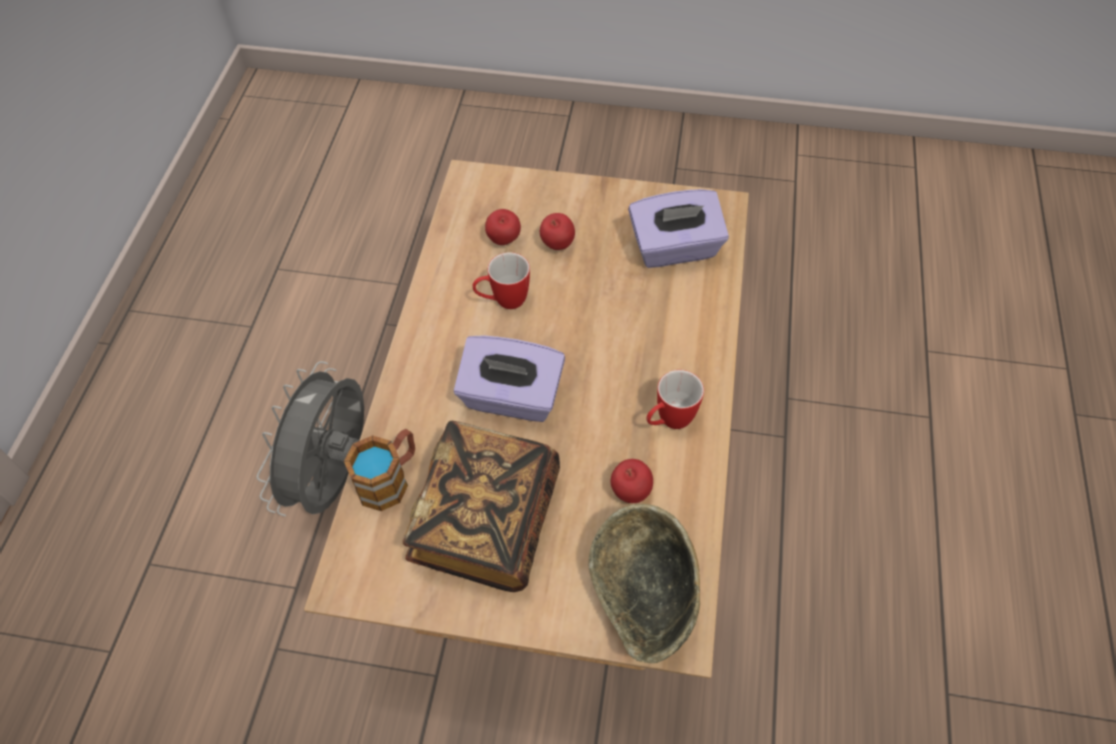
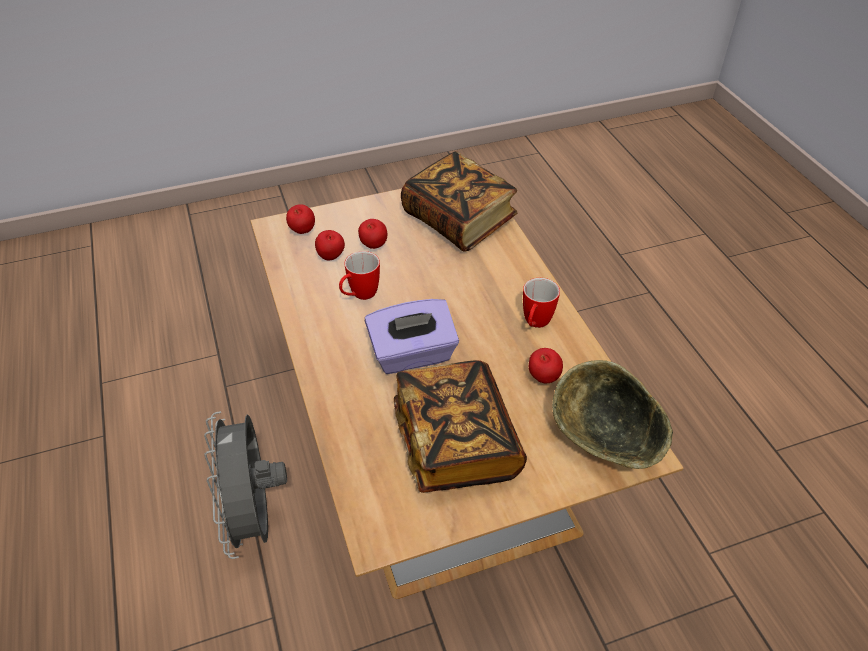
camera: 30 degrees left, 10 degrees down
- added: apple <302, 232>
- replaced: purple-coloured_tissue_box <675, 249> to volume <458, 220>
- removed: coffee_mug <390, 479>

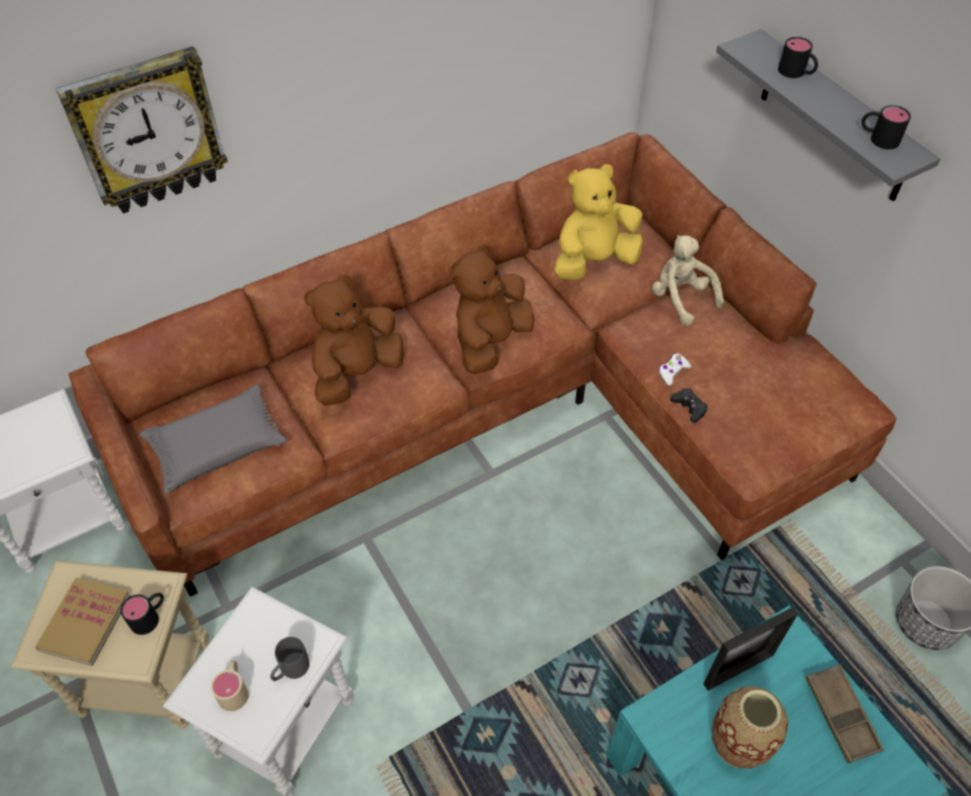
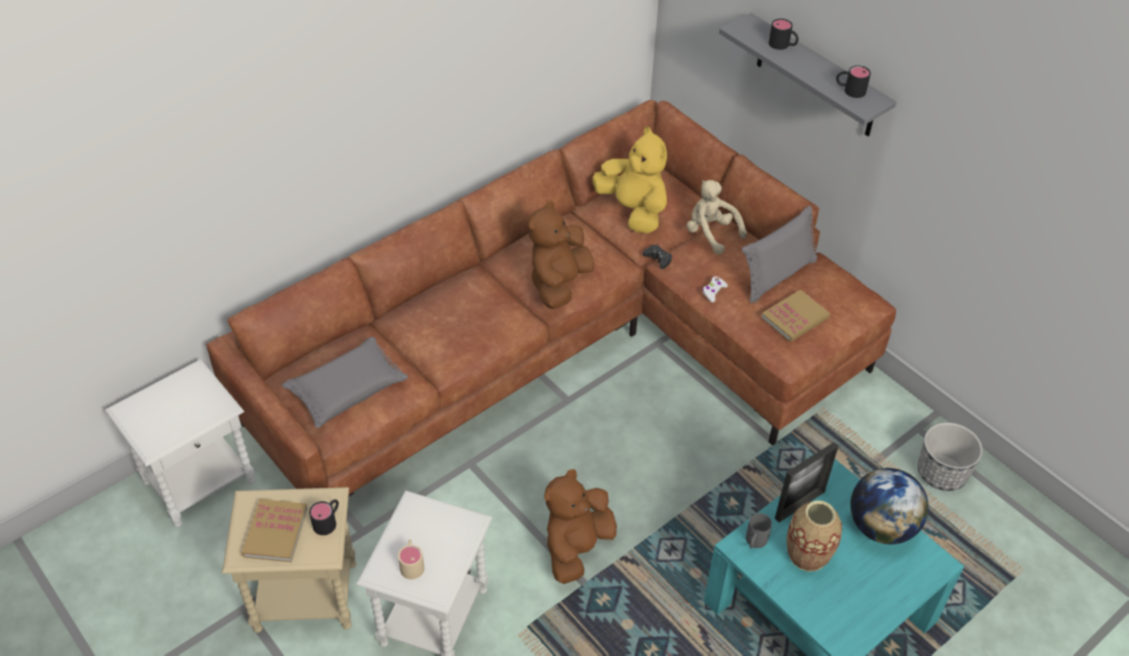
camera: 10 degrees left, 5 degrees down
- moved: brown-coloured_cuddly_toy <356, 373> to <576, 548>
- turned: yellow-coloured_cuddly_toy <593, 261> = <633, 211> 90 degrees clockwise
- moved: blackish_gamepad <689, 407> to <658, 259>
- added: greyish_throw_pillow <776, 275>
- moved: greyish_coffee_mug <290, 671> to <754, 543>
- added: volume <795, 318>
- replaced: brown-coloured_tray <841, 715> to globe <881, 526>
- removed: wall_clock <147, 132>

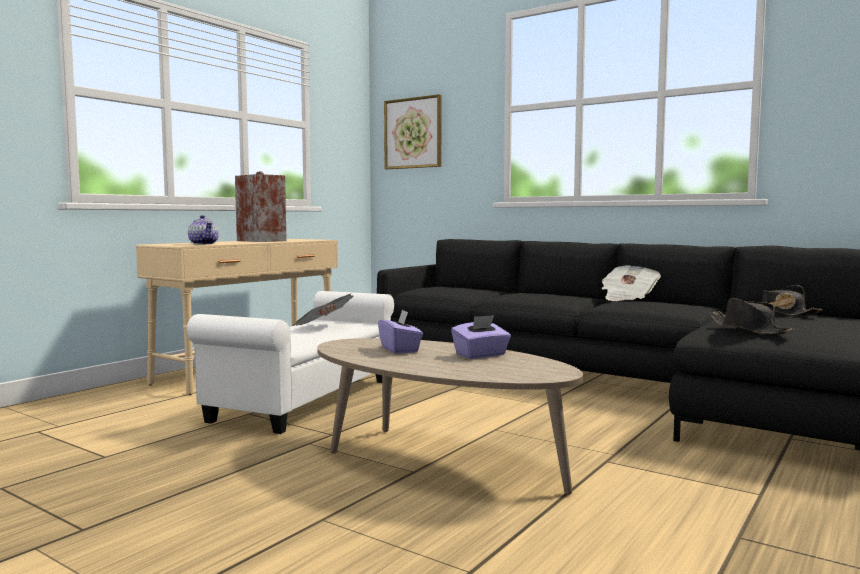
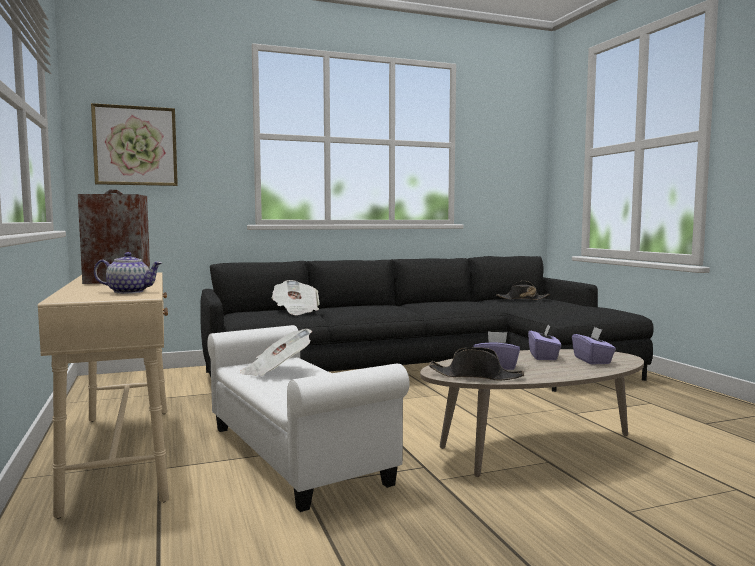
camera: 55 degrees left, 0 degrees up
- moved: daily_paper <627, 298> to <296, 311>
- moved: blackish_wearable_hat <749, 329> to <476, 376>
- added: purple-coloured_tissue_box <592, 360>

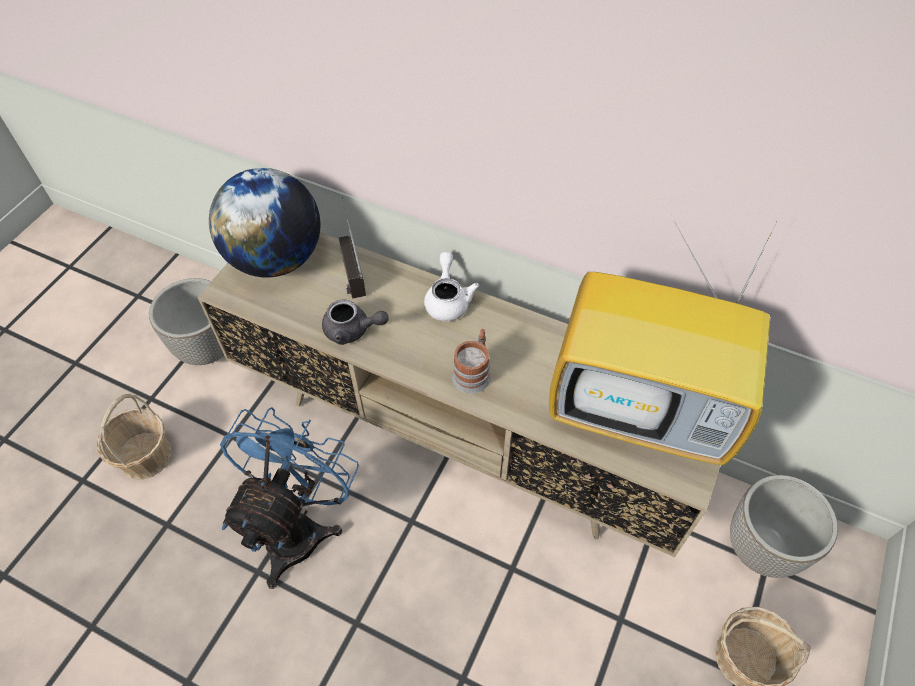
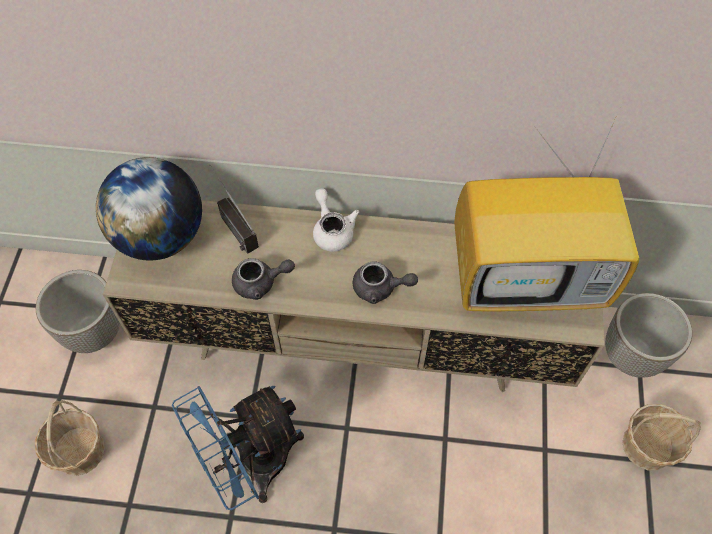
camera: 20 degrees left, 5 degrees up
- turned: bluish_electric_fan <299, 526> = <251, 465> 120 degrees counterclockwise
- replaced: coffee_mug <473, 372> to greyish_pot_for_tea <380, 288>

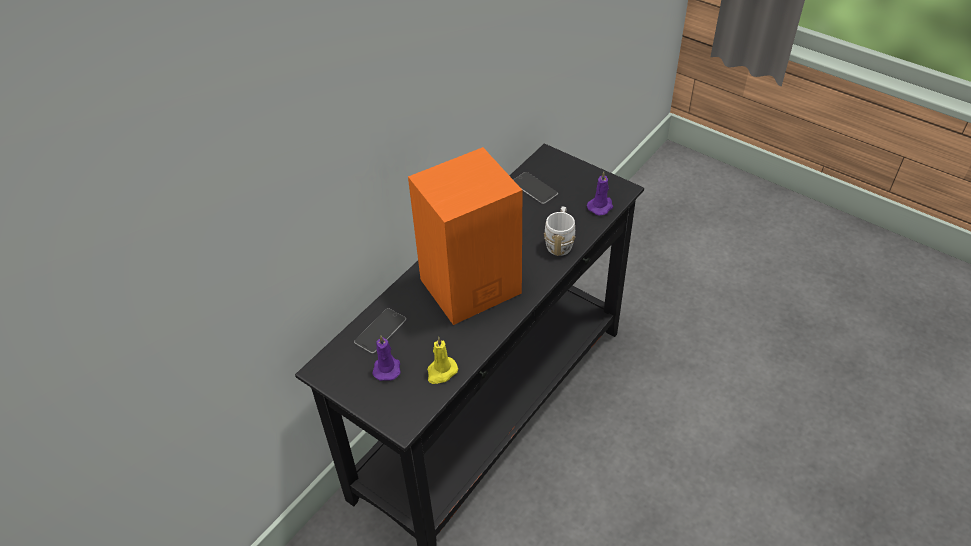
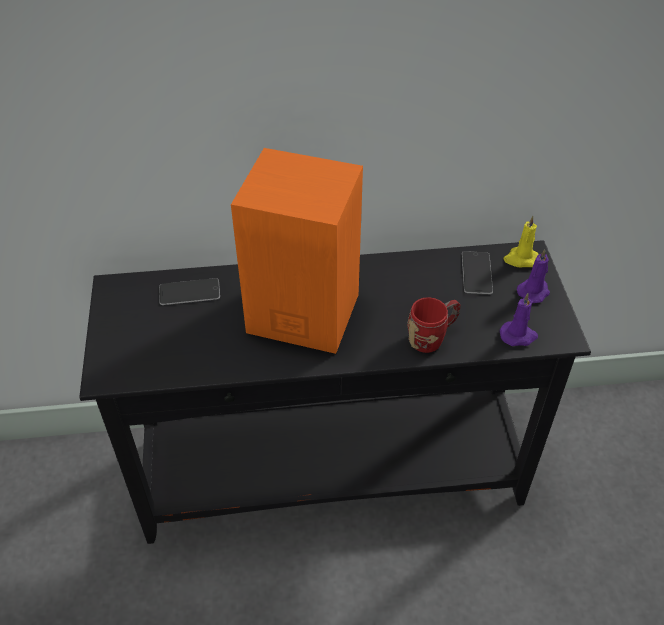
camera: 45 degrees right, 0 degrees up
- recoloured: white-coloured_coffee_mug <560, 242> to reddish_coffee_mug <432, 337>
- moved: yellow-coloured_wax_light <441, 372> to <520, 259>
- moved: purple-coloured_wax_light <387, 368> to <534, 291>

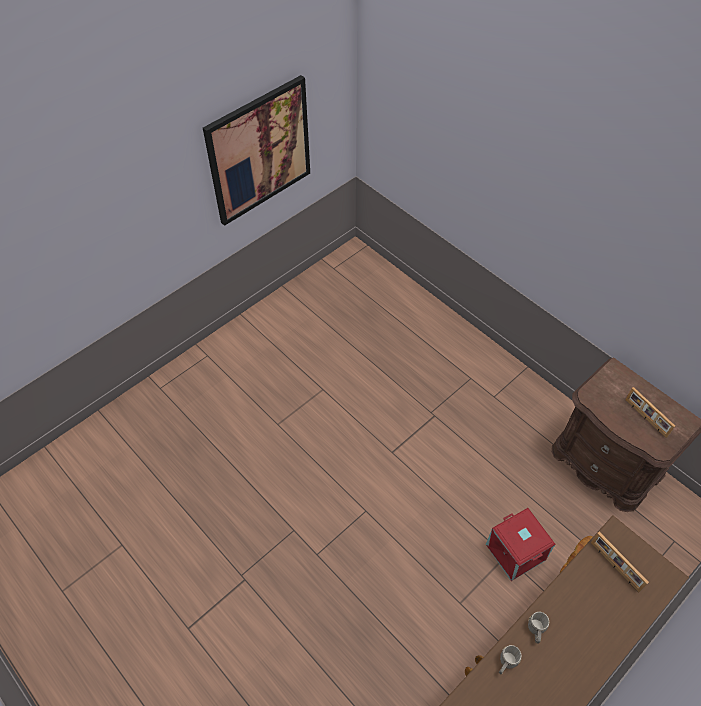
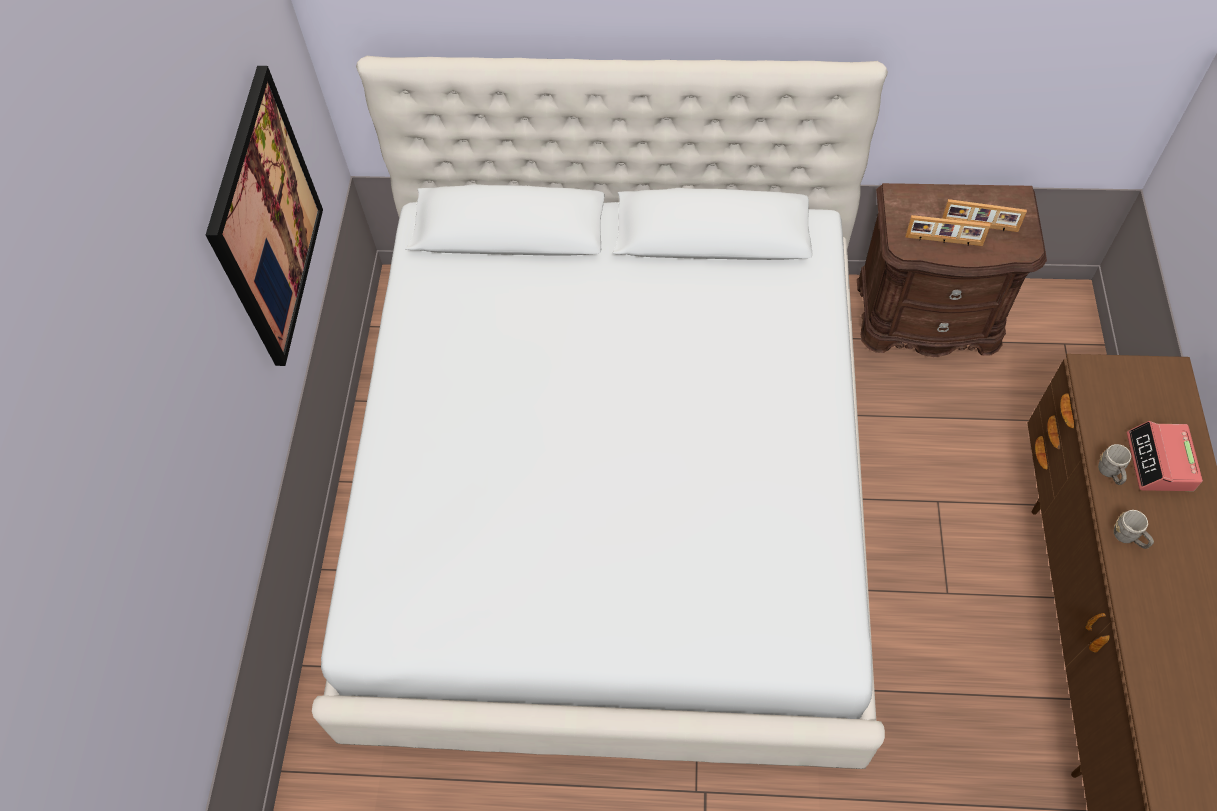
camera: 40 degrees left, 5 degrees up
- added: white-coloured_bed <614, 487>
- moved: photo_frame <614, 566> to <943, 241>
- moved: greyish_coffee_mug <506, 663> to <1110, 473>
- added: bedside_clock <1159, 462>
- removed: reddish_storage_container <516, 552>

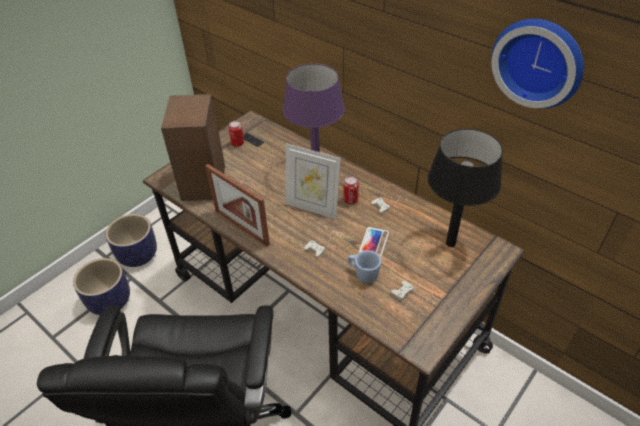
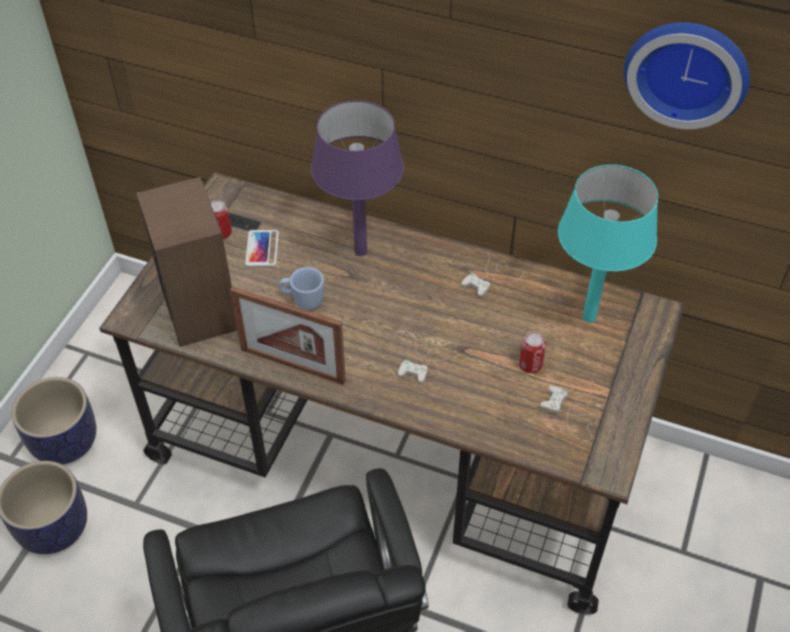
camera: 20 degrees left, 5 degrees up
- moved: phone <374, 242> to <262, 248>
- moved: bluish_coffee_mug <363, 274> to <303, 300>
- moved: sealed_can <350, 200> to <530, 365>
- recoloured: blackish_tabletop_lamp <451, 243> to turquoise_tabletop_lamp <590, 317>
- removed: photo_frame <312, 207>

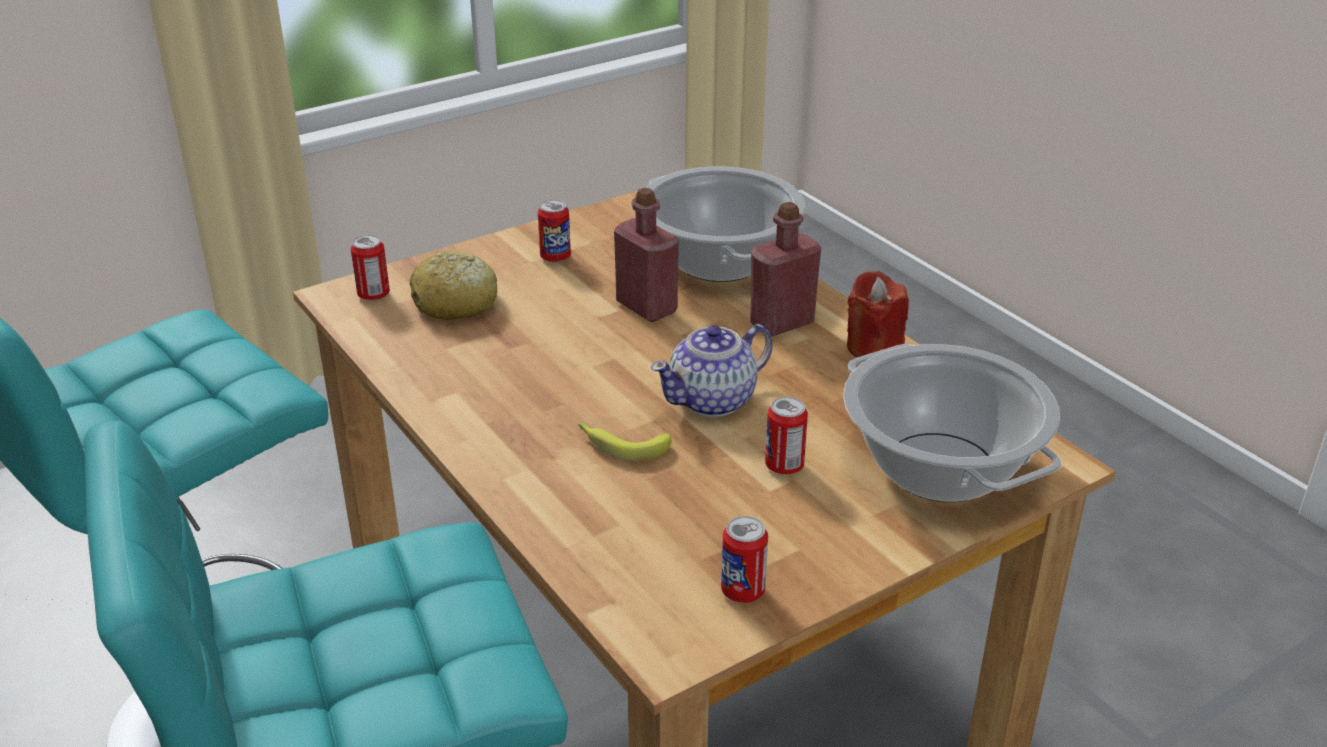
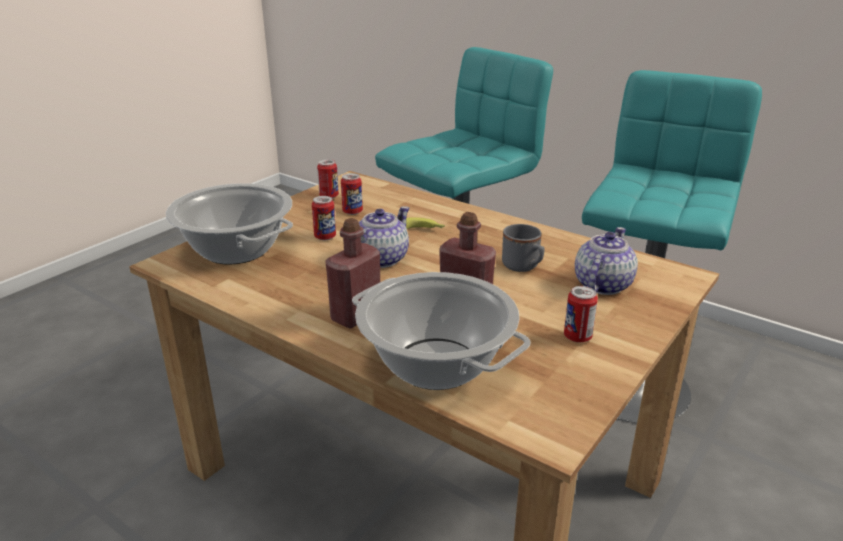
camera: 160 degrees right, 5 degrees down
- moved: sealed_can <373, 295> to <352, 212>
- added: greyish_coffee_mug <523, 267>
- replaced: bread <455, 303> to pot_for_tea <601, 285>
- removed: reddish_wax_light <873, 347>

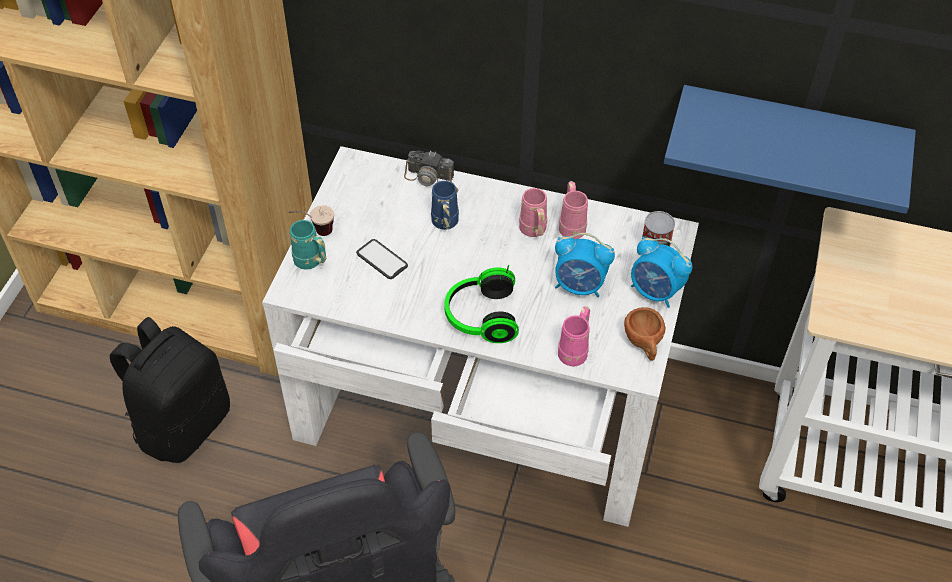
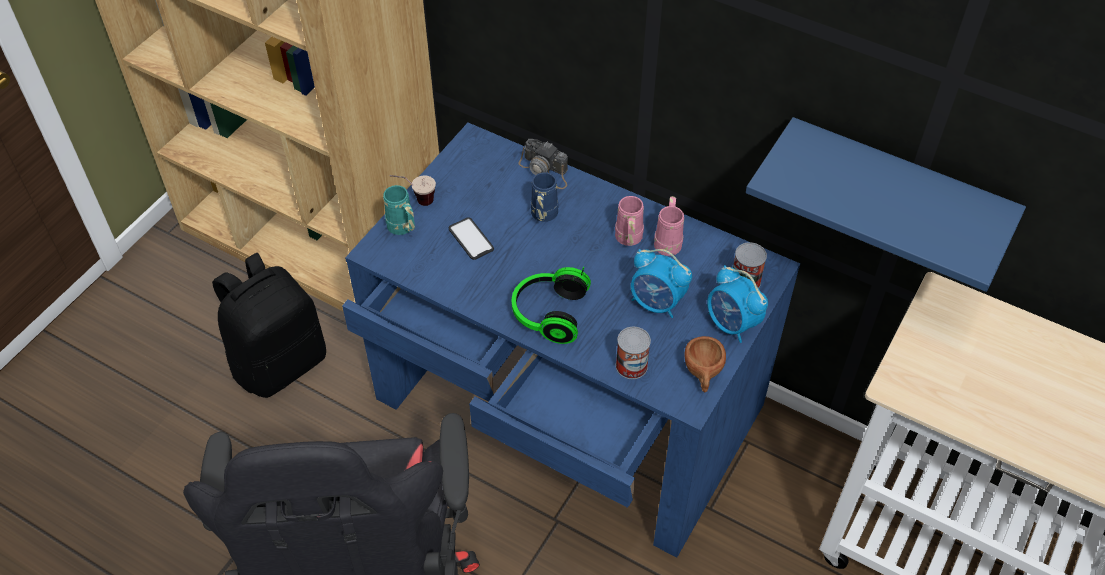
camera: 15 degrees right, 0 degrees up
- recoloured: white-coloured_desk <481, 420> to bluish_desk <561, 419>
- replaced: pink-coloured_coffee_mug <575, 350> to sealed_can <631, 366>

